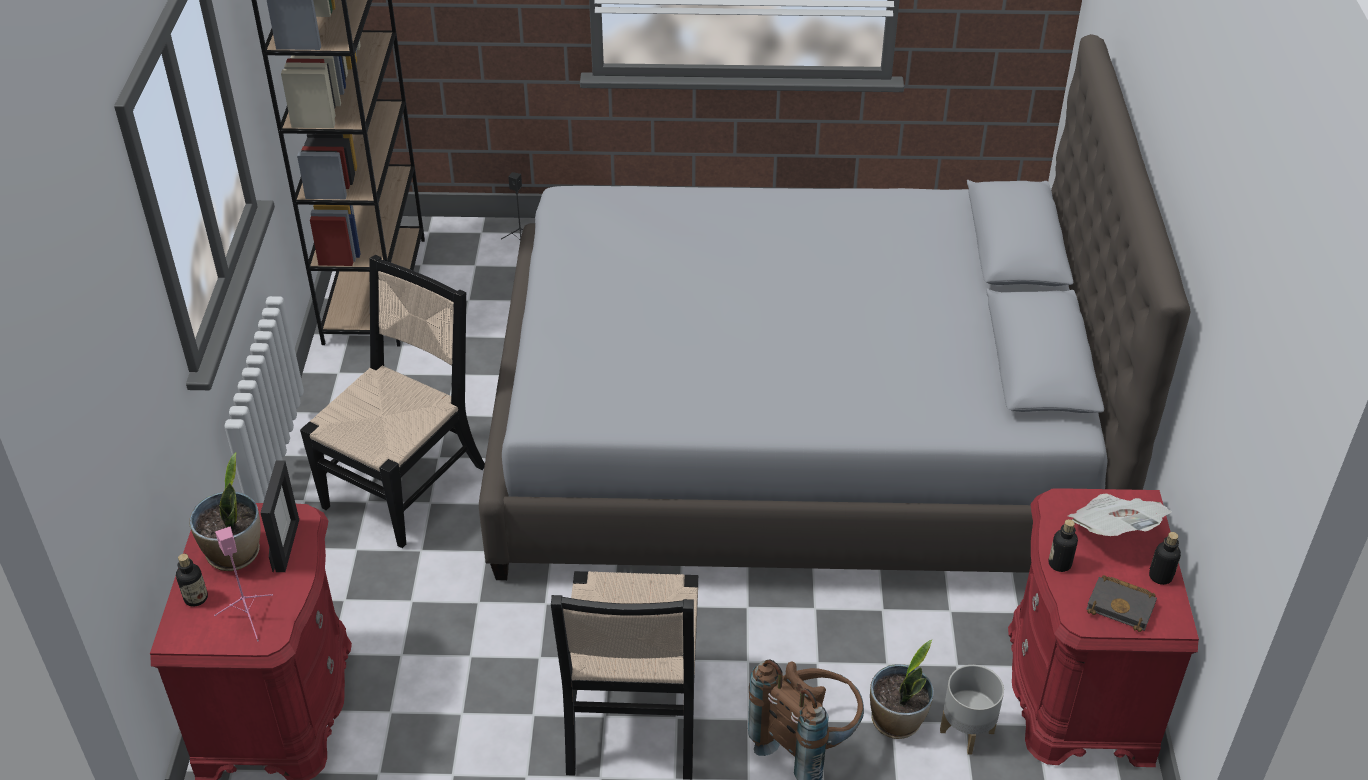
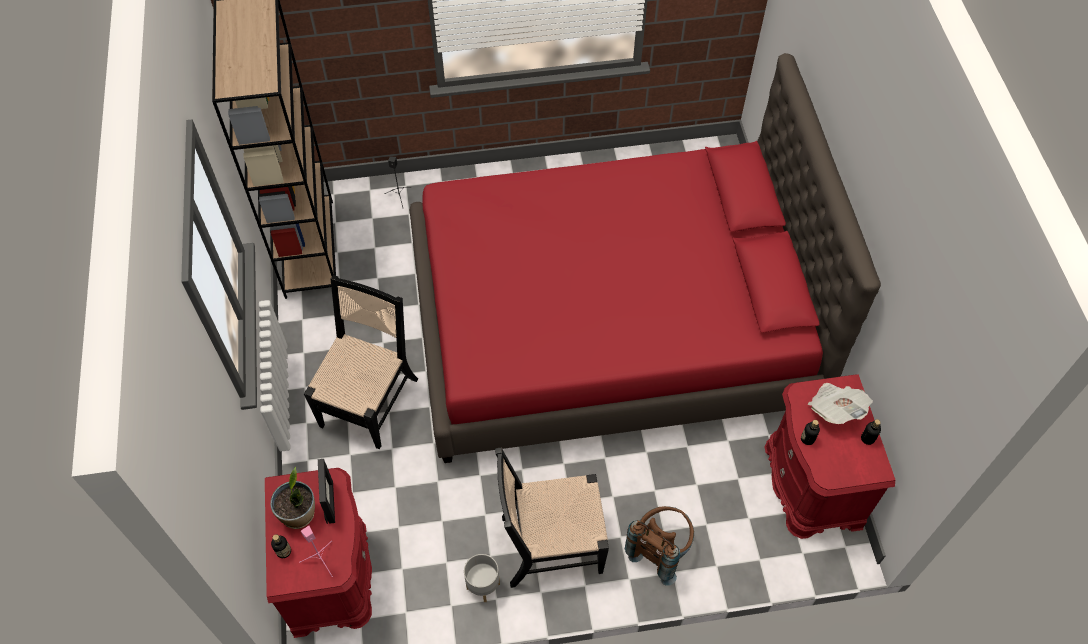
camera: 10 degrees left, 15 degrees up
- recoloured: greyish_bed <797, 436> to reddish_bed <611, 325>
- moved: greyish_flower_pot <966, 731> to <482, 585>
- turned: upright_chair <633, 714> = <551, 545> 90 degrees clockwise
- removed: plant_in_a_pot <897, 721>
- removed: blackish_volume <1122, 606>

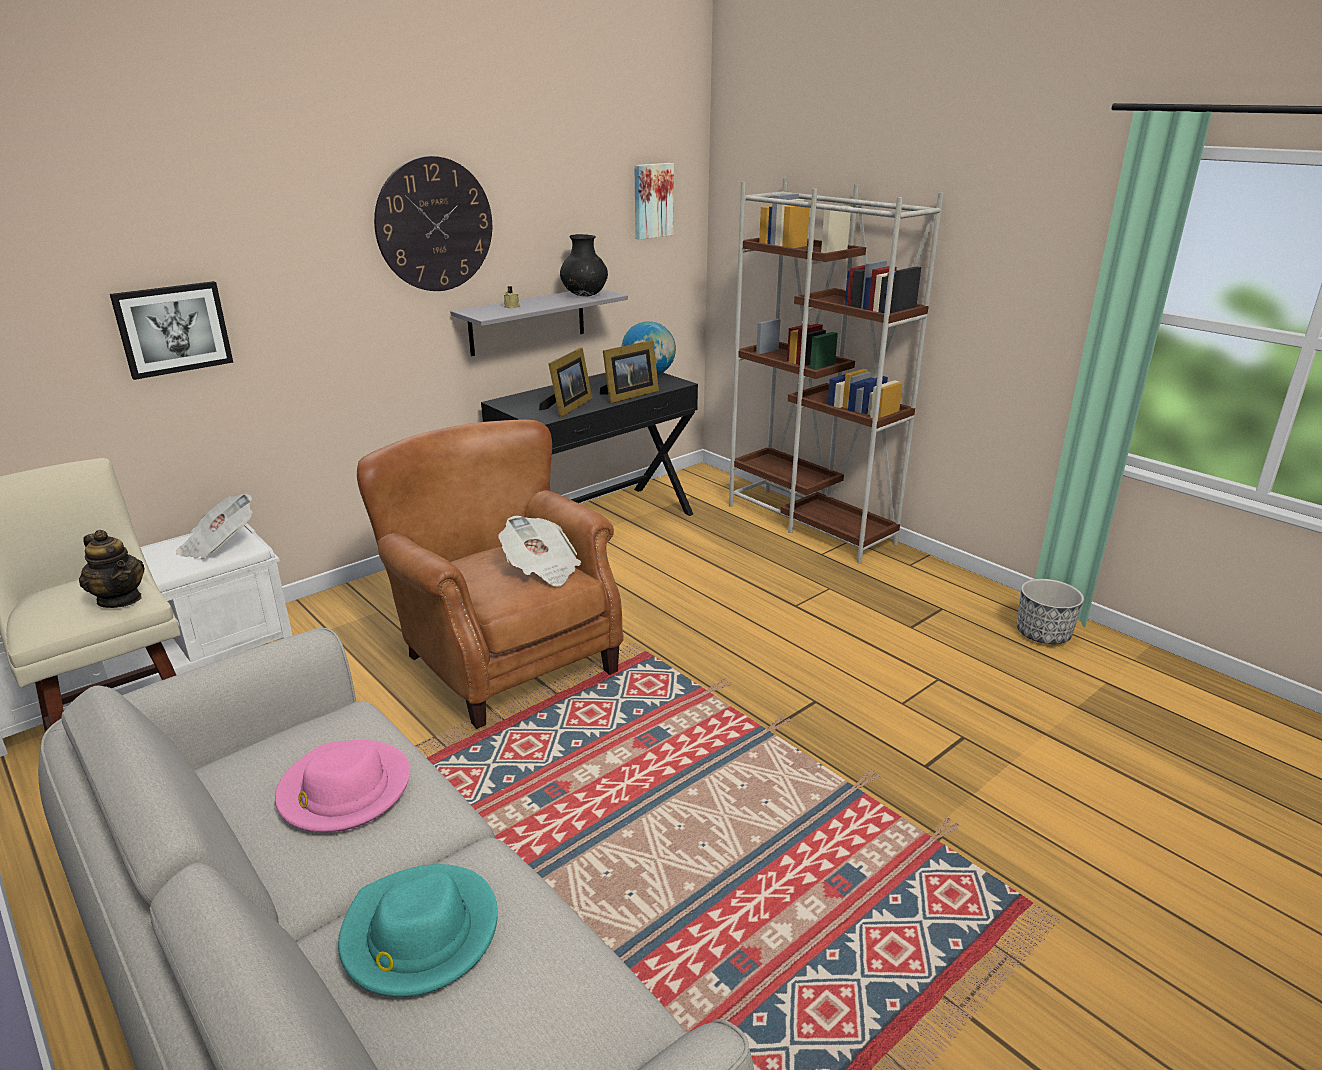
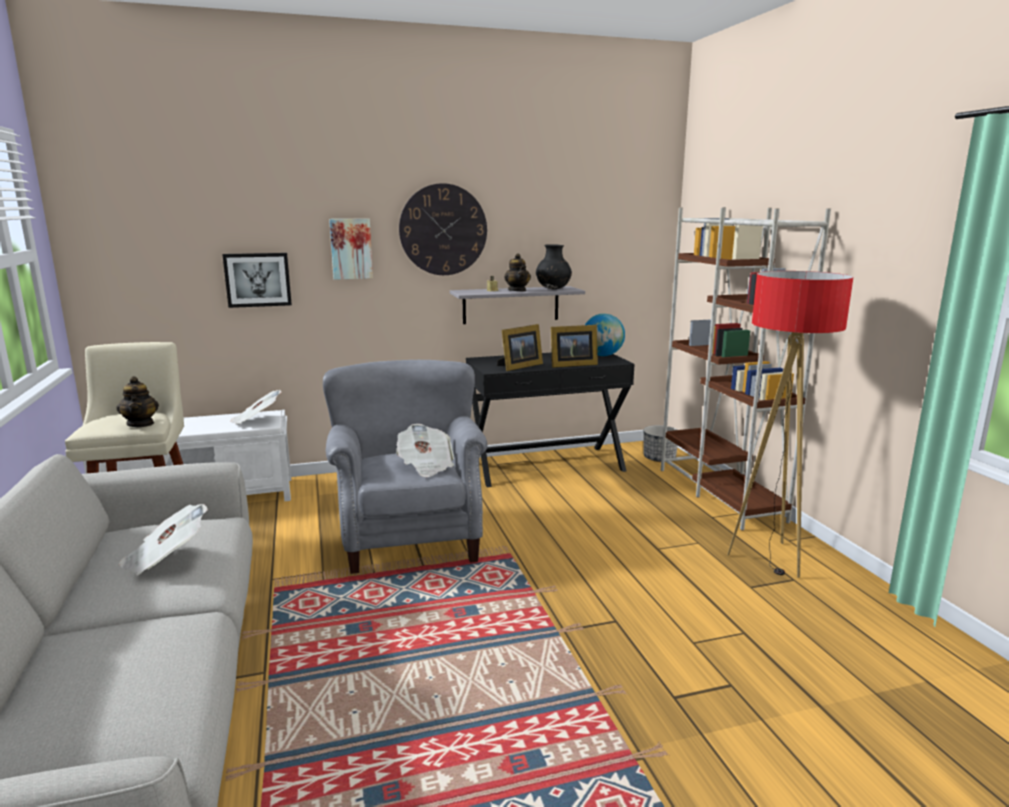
camera: 25 degrees right, 10 degrees down
- replaced: pink-coloured_wearable_hat <344, 791> to daily_paper <166, 559>
- recoloured: brown-coloured_easy_chair <504, 656> to greyish_easy_chair <409, 534>
- moved: wall_picture <652, 200> to <351, 248>
- added: pot_for_tea <517, 290>
- moved: flower_pot <1043, 634> to <659, 458>
- added: standing_lamp <769, 558>
- removed: turquoise_wearable_hat <419, 934>

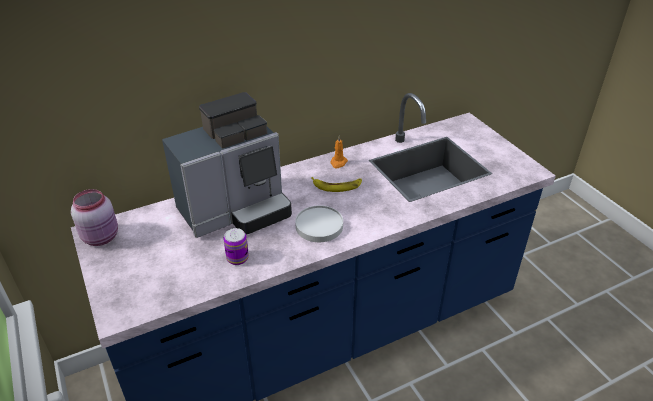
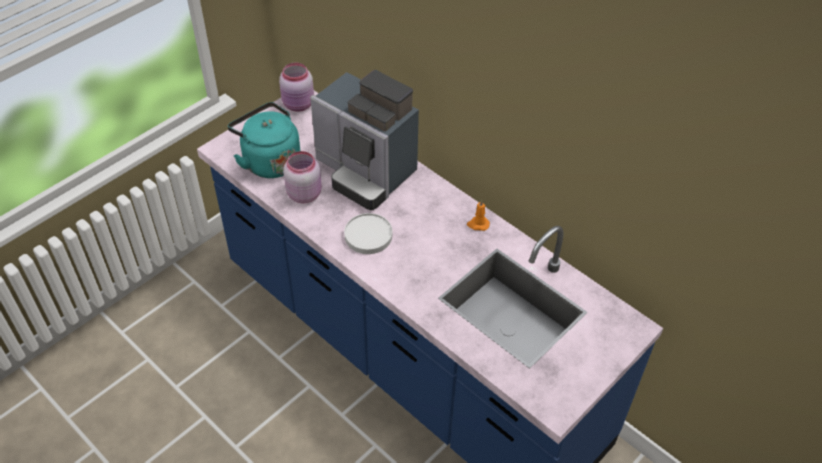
camera: 70 degrees right, 10 degrees up
- added: turquoise_kettle <269, 161>
- replaced: sealed_can <237, 258> to pink-coloured_jar <304, 193>
- removed: banana_fruit <337, 186>

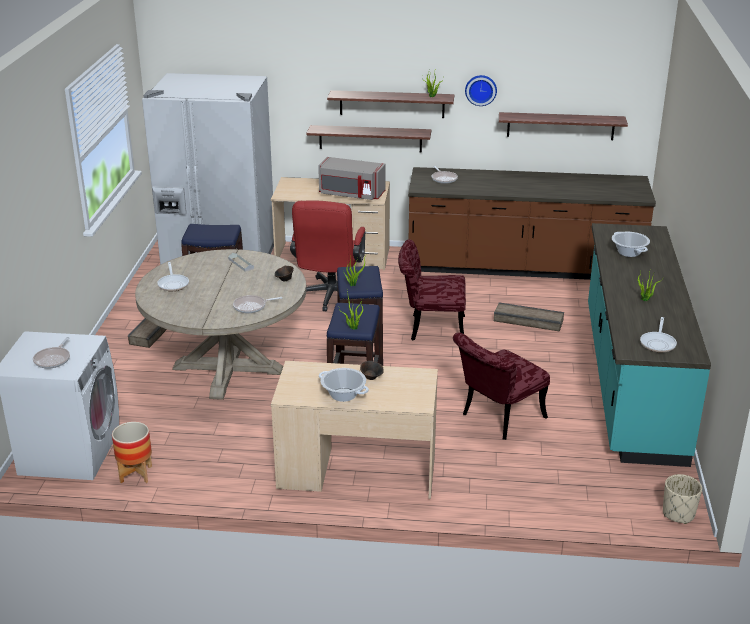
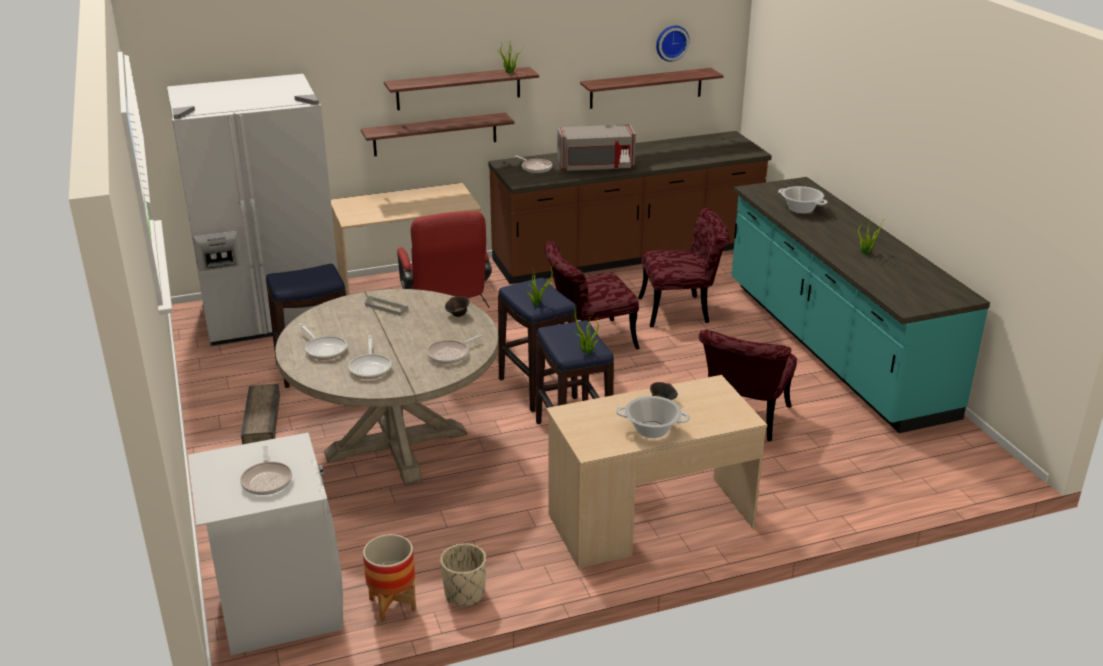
camera: 25 degrees left, 0 degrees up
- moved: pan <658, 343> to <370, 368>
- moved: sand-coloured_flower_pot <678, 514> to <464, 594>
- moved: greyish_microwave_oven <351, 194> to <596, 167>
- replaced: crate <528, 321> to reddish_upright_chair <682, 310>
- moved: wall_clock <481, 89> to <671, 42>

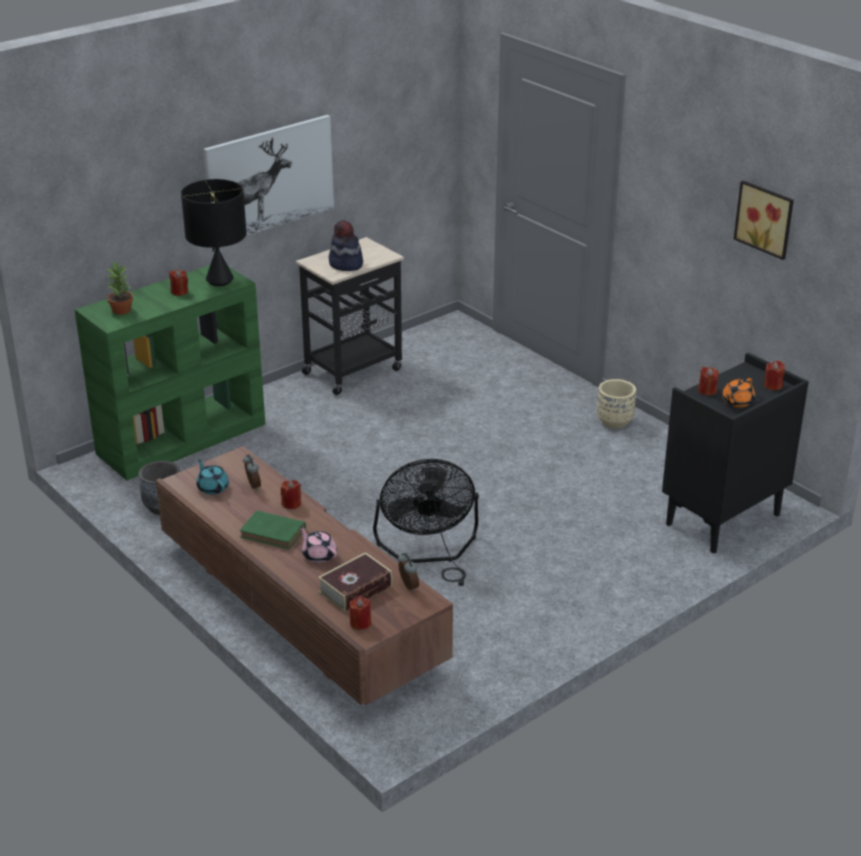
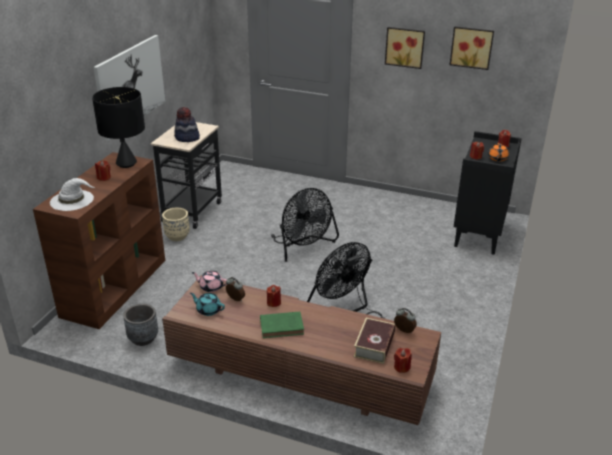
camera: 30 degrees left, 0 degrees up
- recoloured: green-coloured_bookcase <181, 438> to brown-coloured_bookcase <114, 287>
- replaced: plant_in_a_pot <122, 310> to white-coloured_wearable_hat <72, 200>
- moved: sand-coloured_flower_pot <614, 422> to <177, 236>
- moved: pink-coloured_pot_for_tea <319, 555> to <211, 287>
- added: blackish_electric_fan <301, 246>
- added: wall_picture <405, 47>

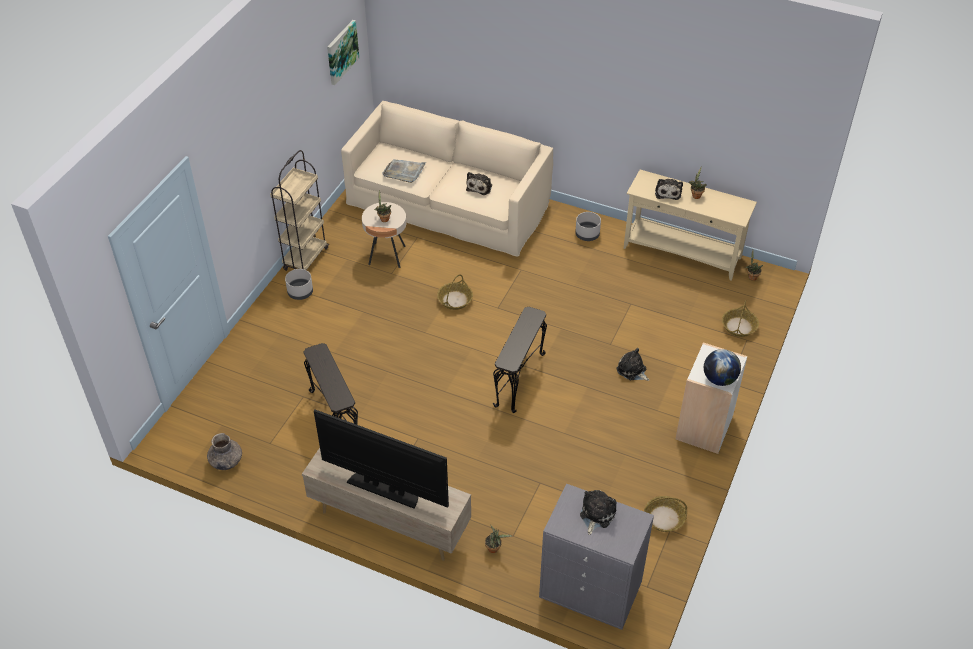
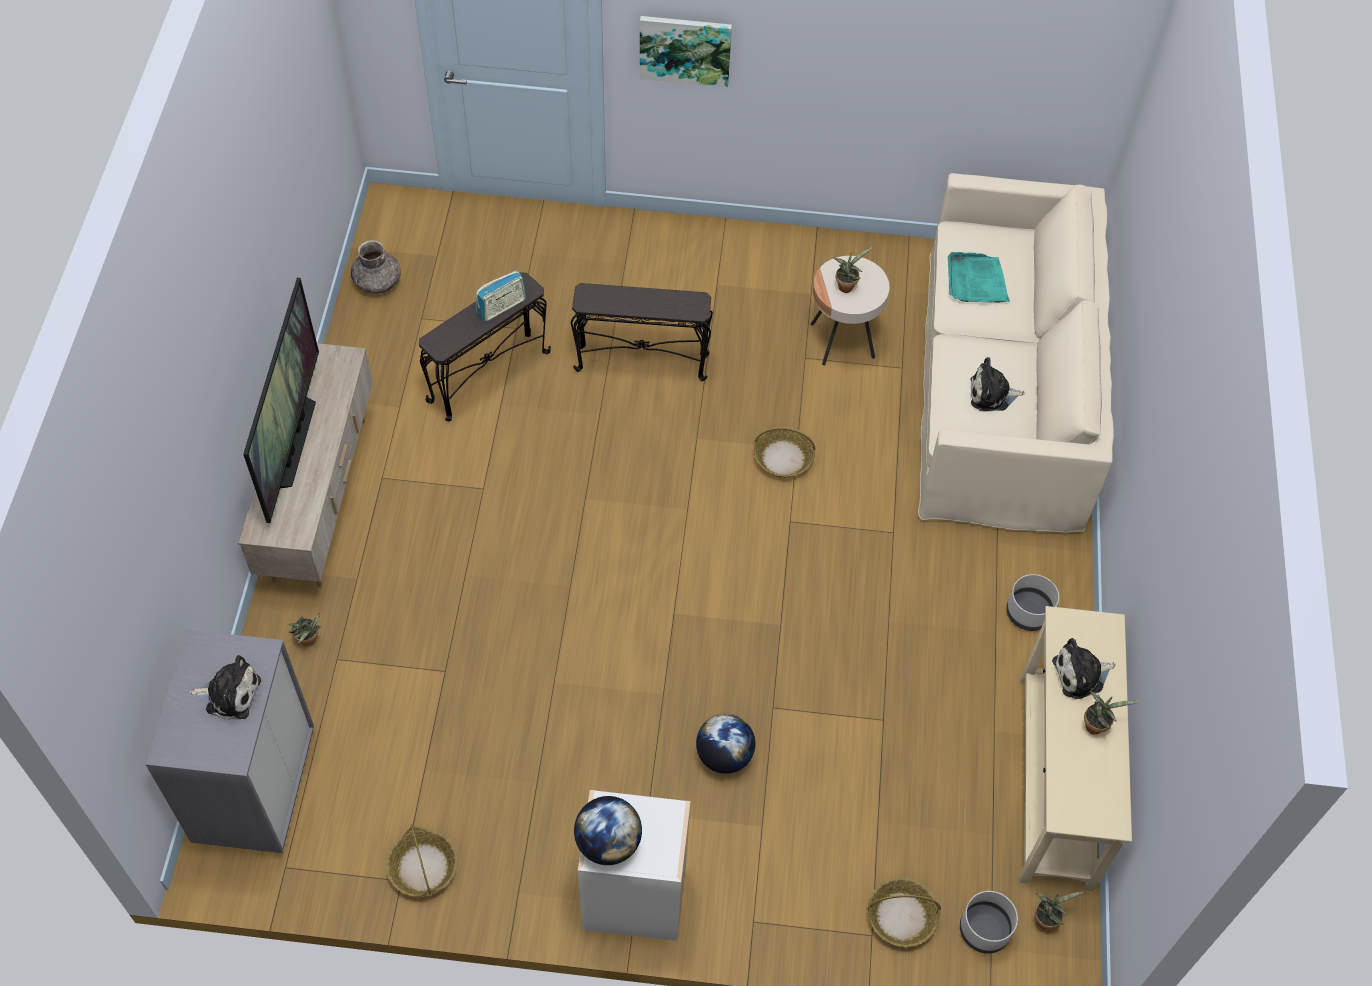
camera: 70 degrees right, 10 degrees up
- added: radio_set <502, 307>
- moved: blackish_side_table <519, 380> to <641, 363>
- moved: wall_picture <341, 51> to <685, 49>
- replaced: cuddly_toy <632, 371> to globe <724, 756>
- recoloured: greyish_tray <404, 172> to turquoise_tray <976, 281>
- moved: greyish_flower_pot <300, 292> to <984, 930>
- removed: sand-coloured_cart <305, 259>

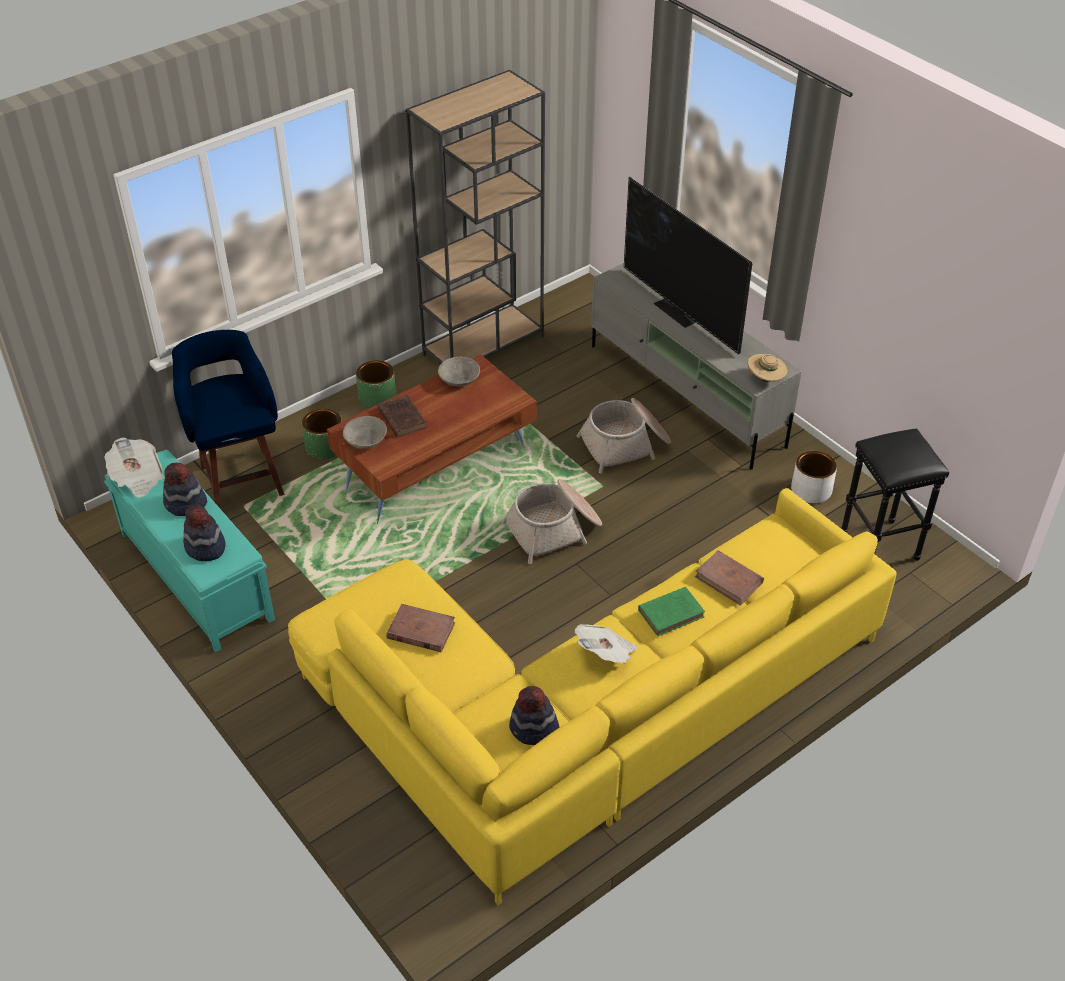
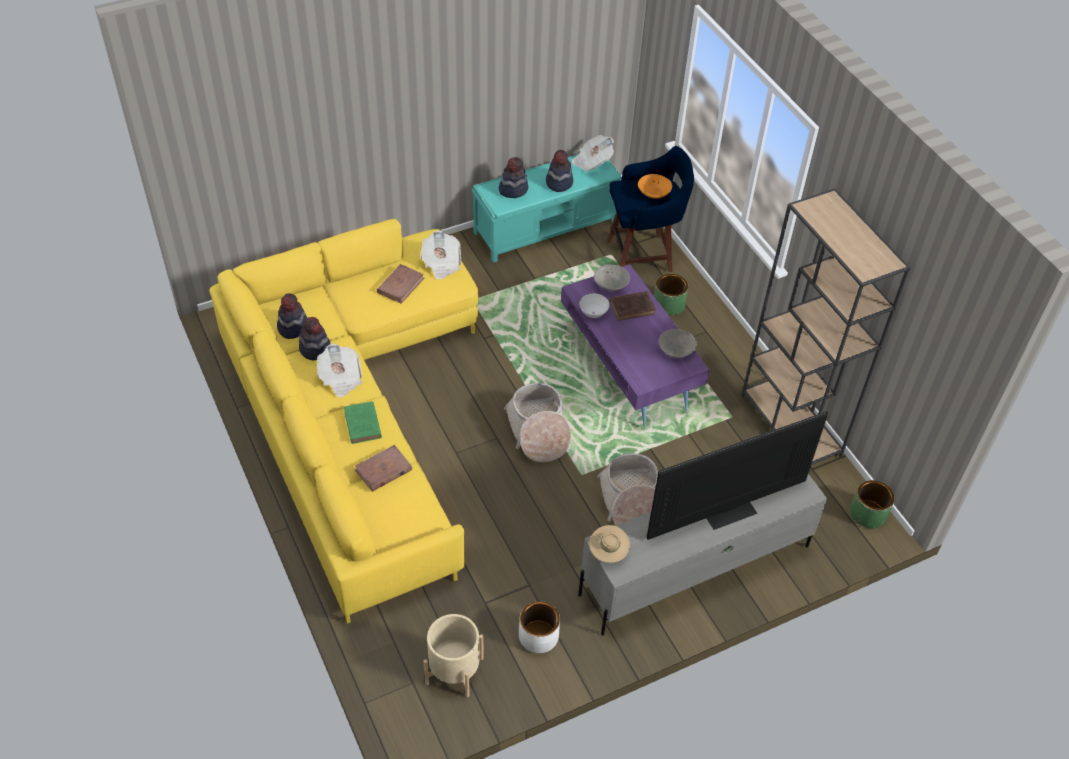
camera: 100 degrees right, 5 degrees up
- added: wearable_hat <315, 348>
- added: daily_paper <441, 264>
- replaced: blackish_sitting_stool <880, 544> to sand-coloured_flower_pot <454, 670>
- recoloured: brown-coloured_low_table <436, 470> to purple-coloured_low_table <627, 368>
- added: white-coloured_deep_dish <593, 314>
- added: orange_deep_dish <654, 192>
- moved: green-coloured_flower_pot <377, 398> to <867, 514>

